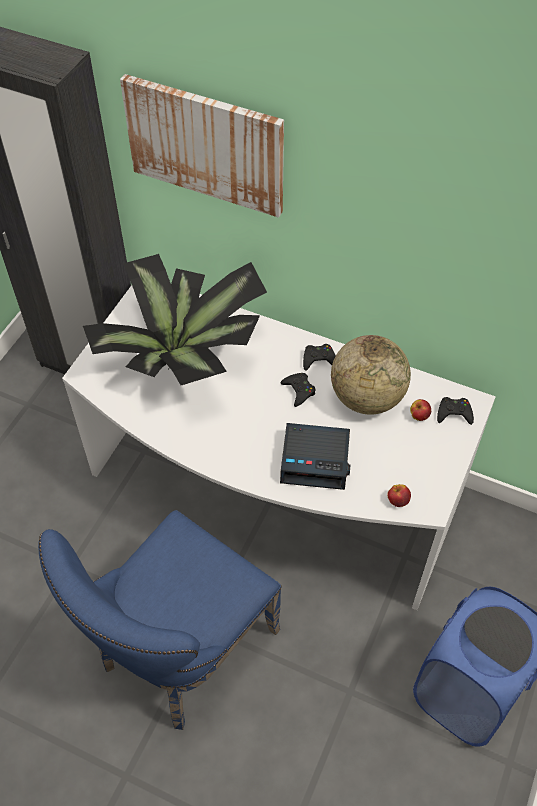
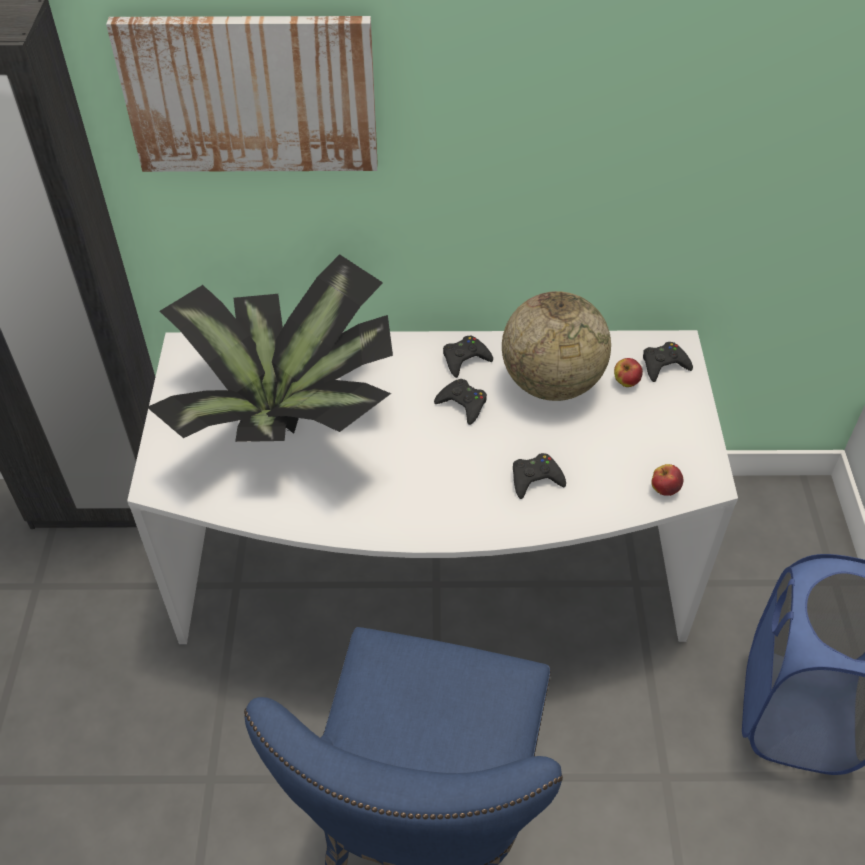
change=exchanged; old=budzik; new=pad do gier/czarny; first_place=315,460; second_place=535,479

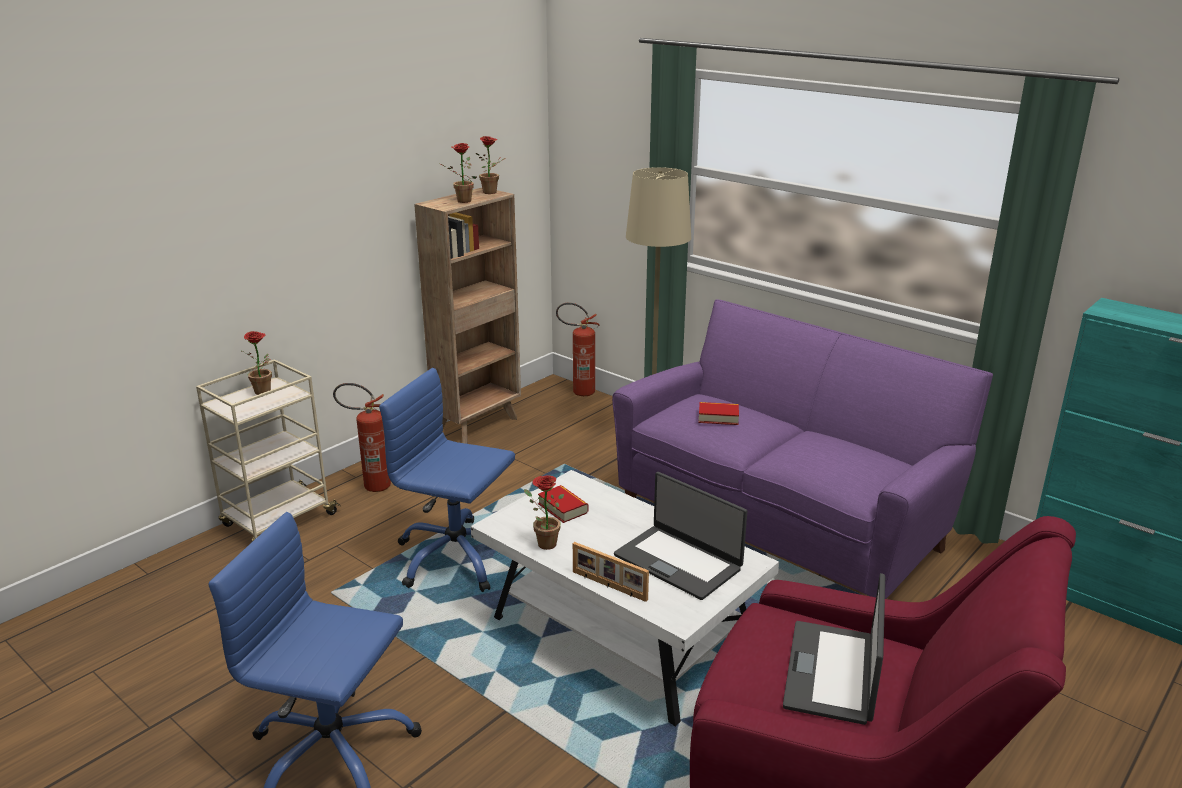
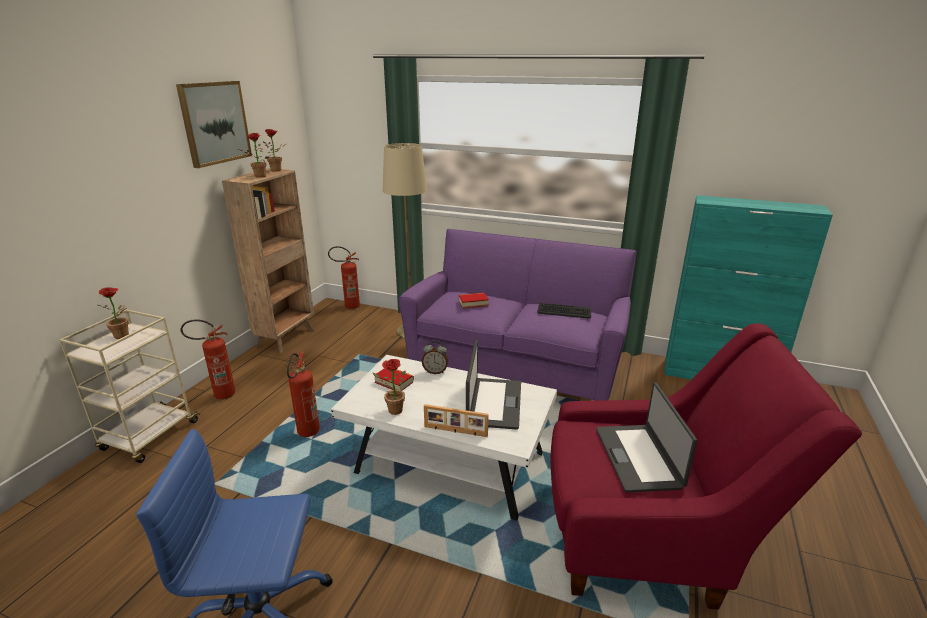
change=exchanged; old=krzesło biurowe/niebieski; new=gaśnica; first_place=456,557; second_place=306,434
change=spun; old=laptop; first_place=678,561; second_place=493,403; degrees=-105
change=appeared; new=obraz; second_place=214,123
change=appeared; new=budzik; second_place=435,371
change=appeared; new=klawiatura; second_place=564,311

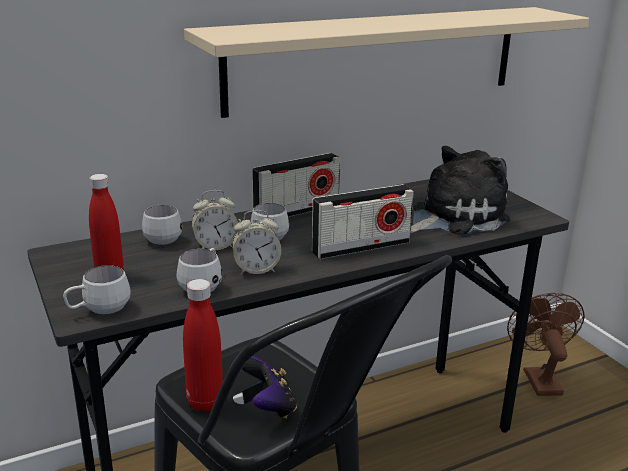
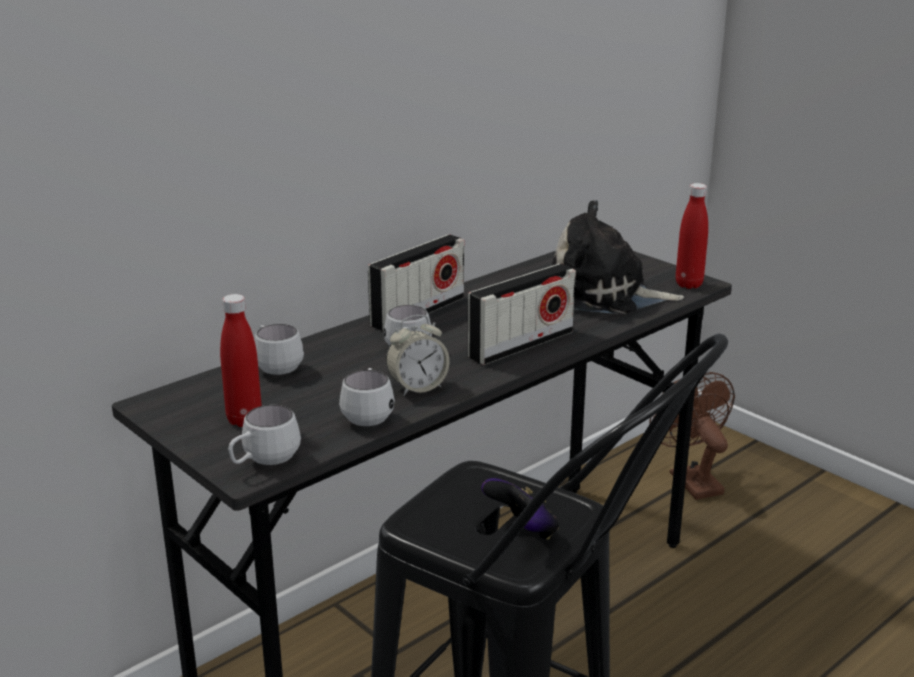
change=relocated; old=butelka/czerwony; first_place=205,402; second_place=688,284
change=missing; old=półka/beżowy; first_place=376,58
change=missing; old=budzik; first_place=215,246
change=spun; old=pluszak; first_place=454,216; second_place=604,295; degrees=-120

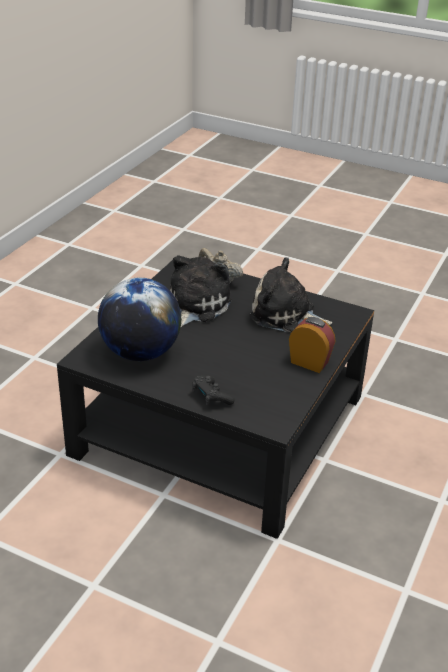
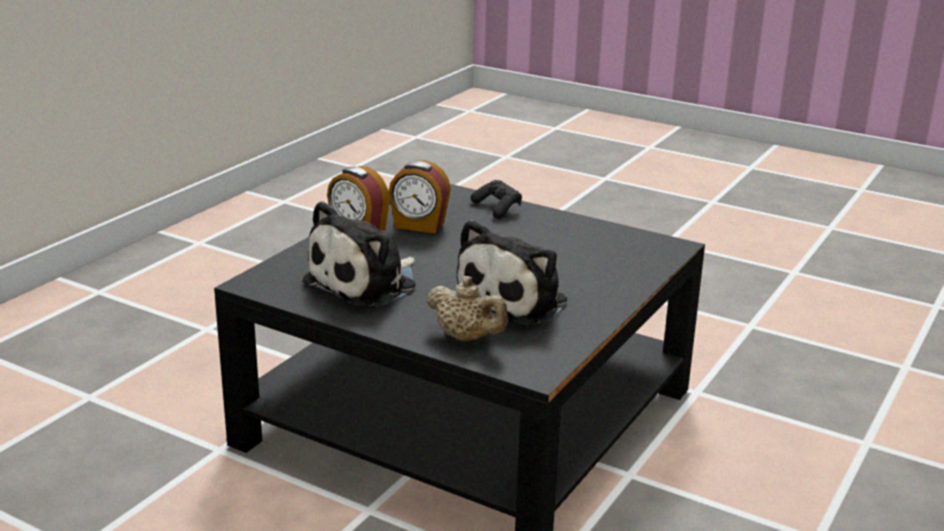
change=missing; old=globus; first_place=140,353
change=spun; old=pluszak; first_place=286,315; second_place=366,284; degrees=105
change=appeared; new=budzik; second_place=419,226

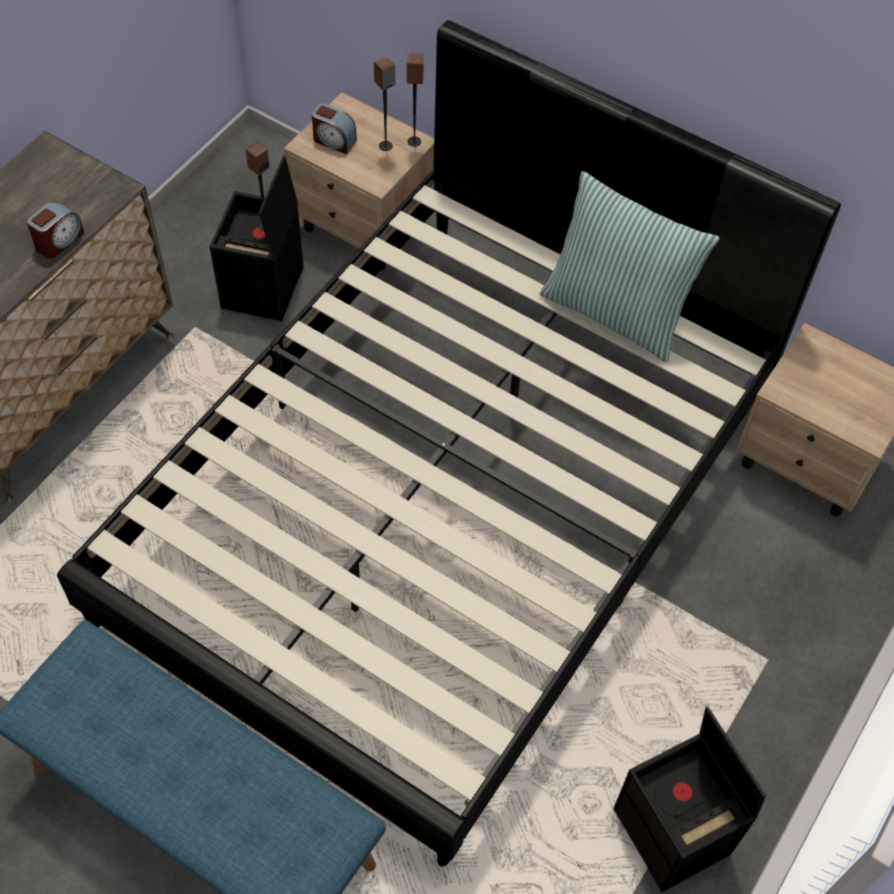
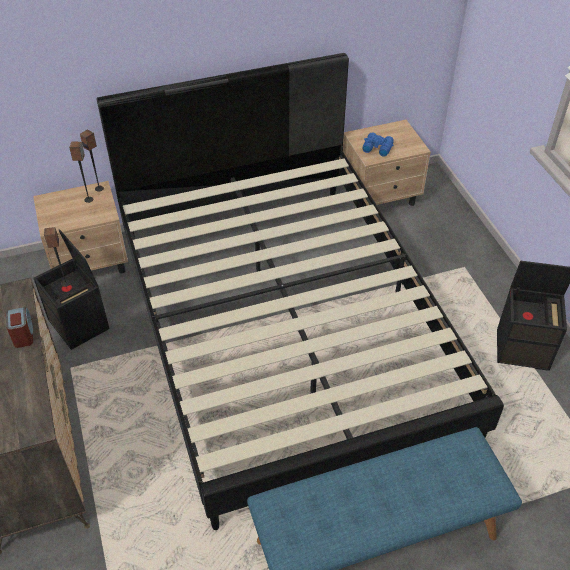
change=missing; old=budzik; first_place=334,141
change=missing; old=poduszka; first_place=615,312
change=appeared; new=lornetka/niebieski; second_place=377,147

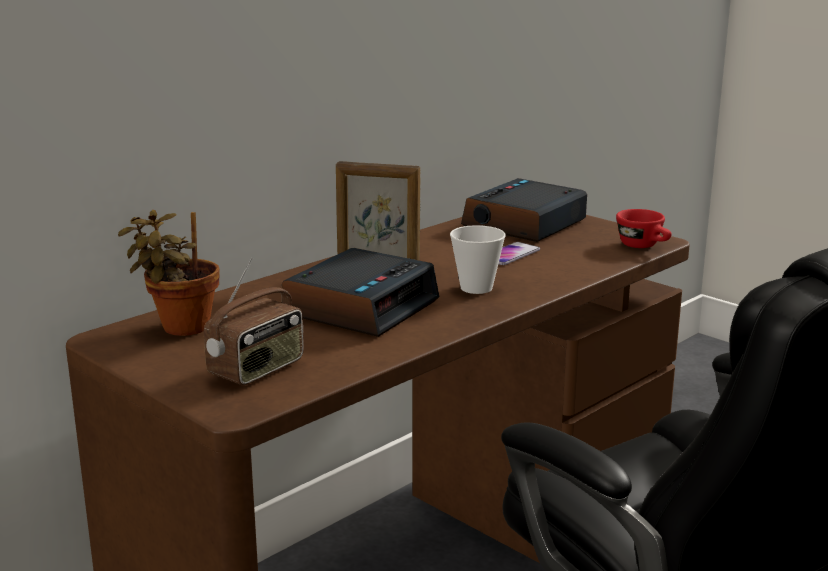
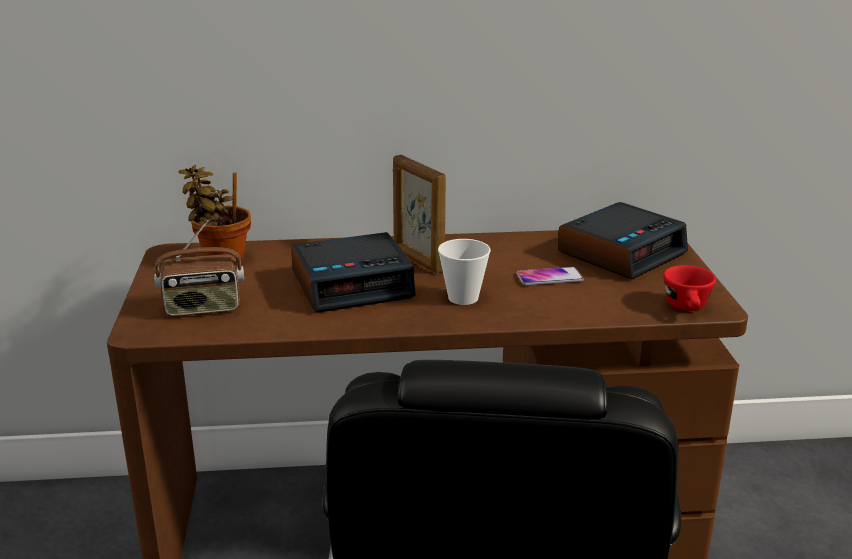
change=spun; old=budzik; first_place=524,224; second_place=621,252; degrees=150

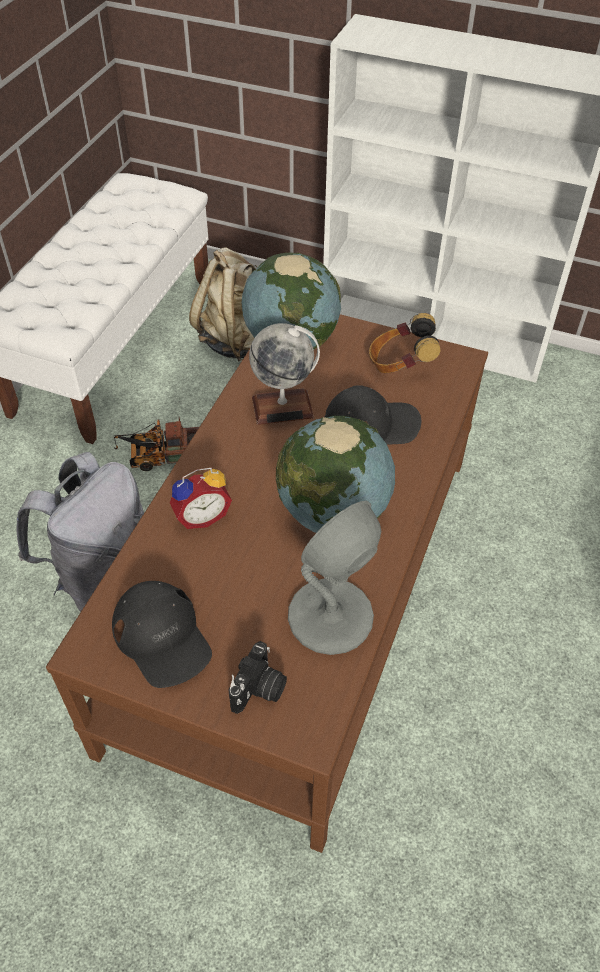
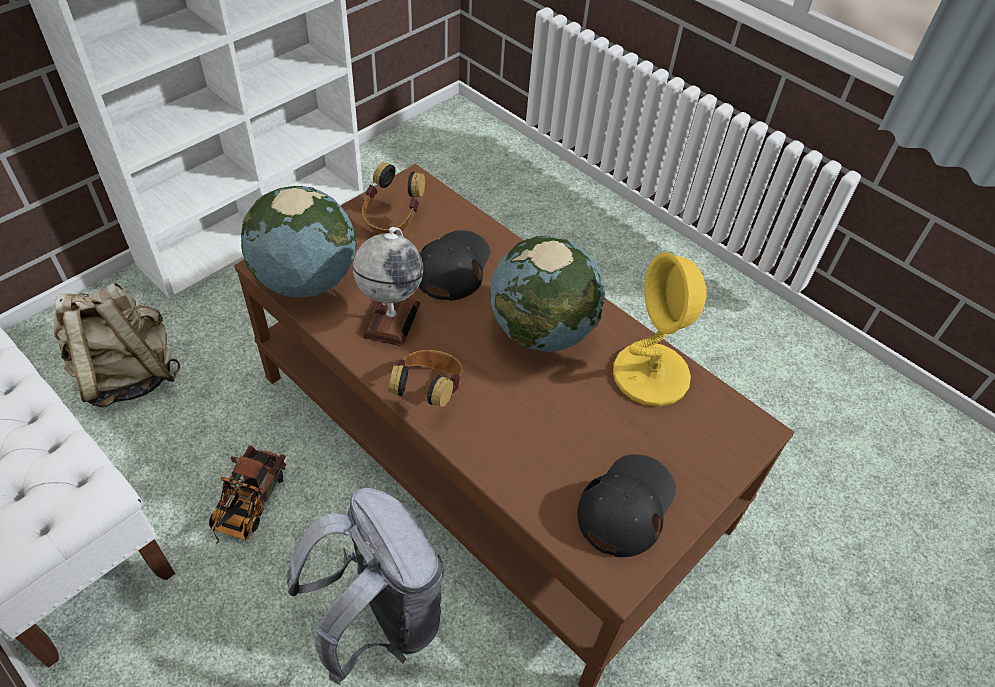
change=spun; old=czapka z daszkiem/czarny; first_place=162,637; second_place=626,505; degrees=-45
change=missing; old=budzik; first_place=201,515
change=missing; old=aparat fotograficzny; first_place=259,690
change=colour; old=lampa stołowa/szary; new=lampa stołowa/żółty; first_place=330,617; second_place=651,375
change=appeared; new=słuchawki; second_place=428,391

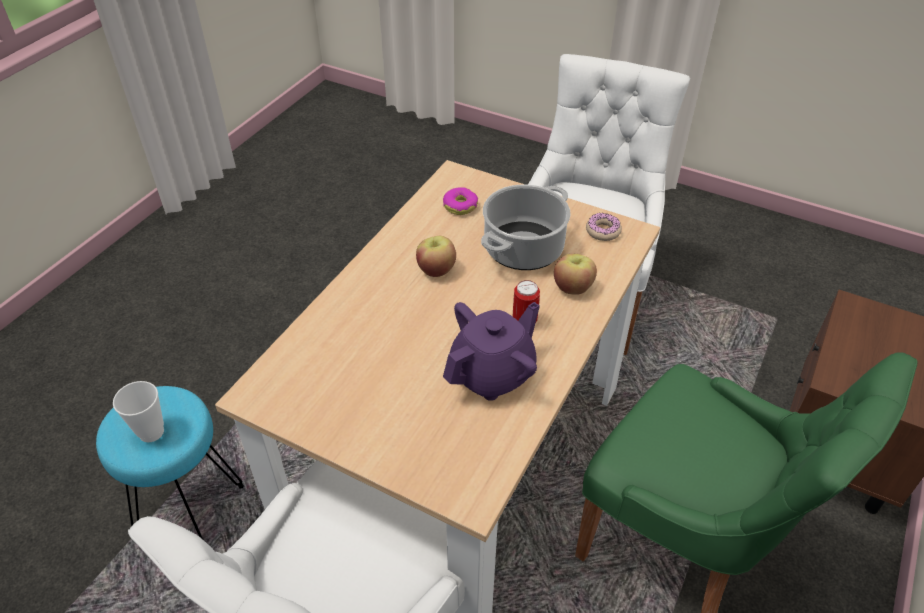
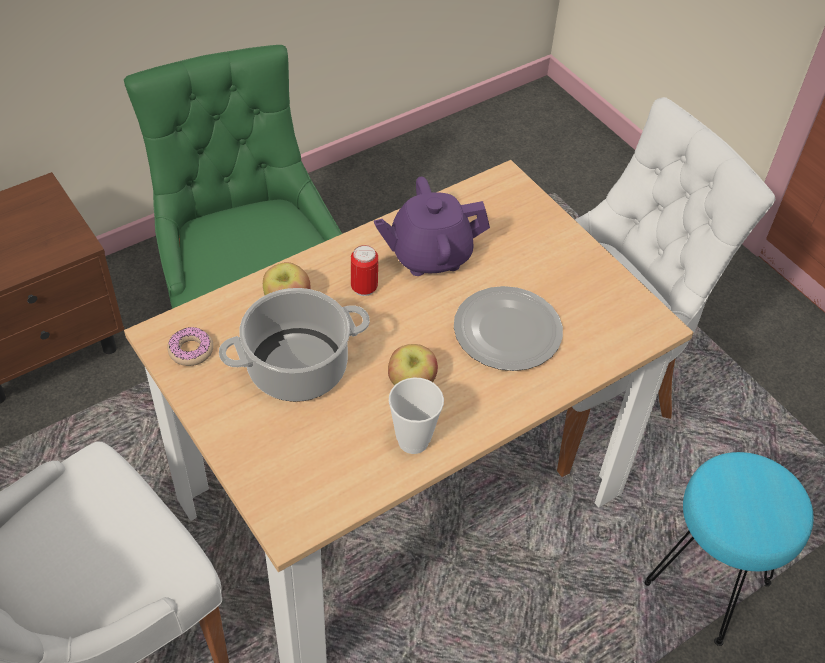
change=relocated; old=filiżanka; first_place=151,432; second_place=413,441
change=missing; old=donut; first_place=460,206
change=appeared; new=talerz; second_place=509,331

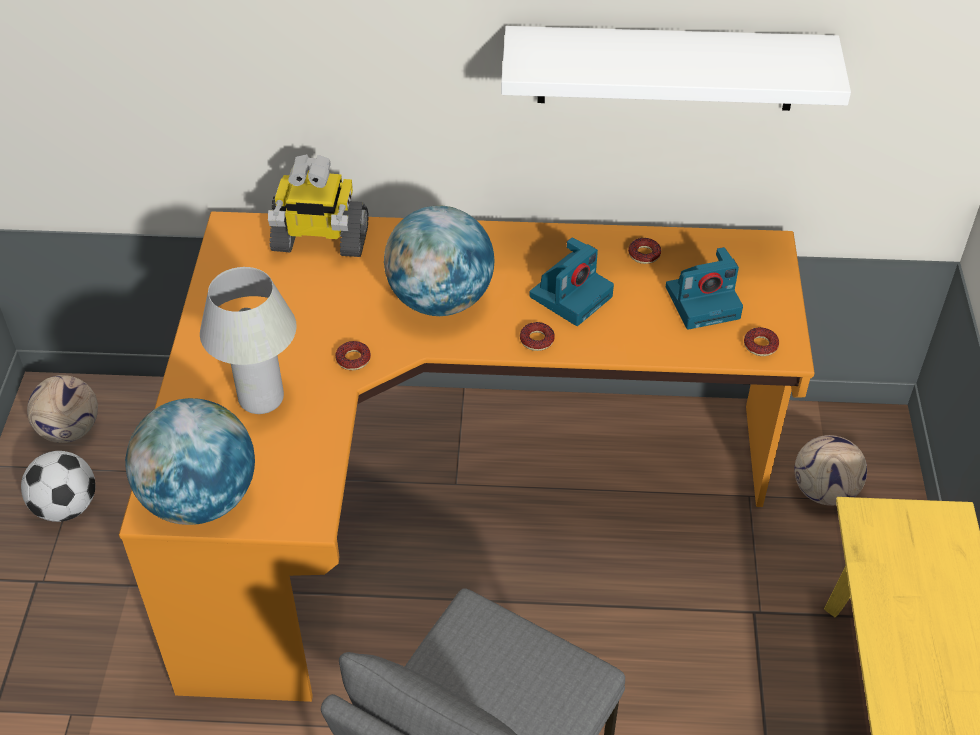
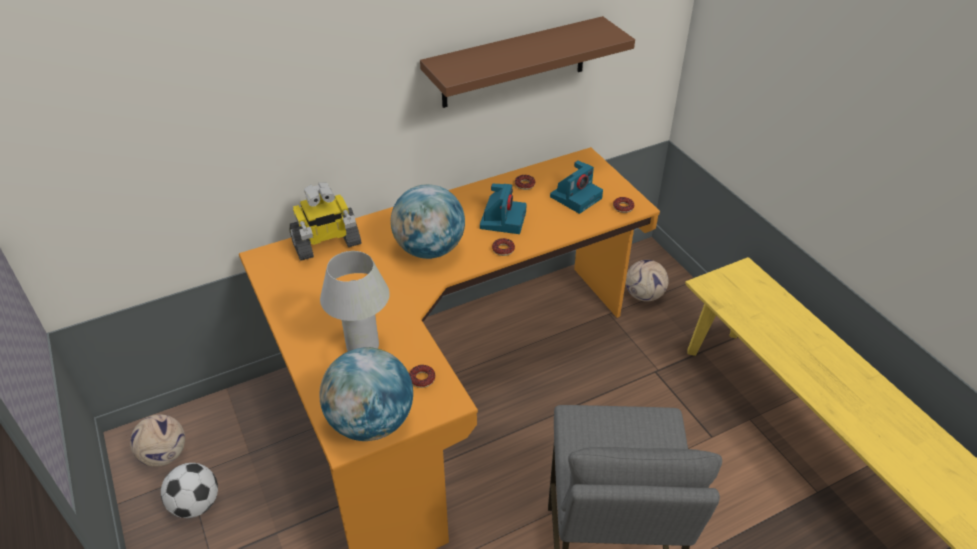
change=relocated; old=donut; first_place=353,359; second_place=422,379
change=colour; old=półka/biały; new=półka/brązowy; first_place=667,68; second_place=514,63

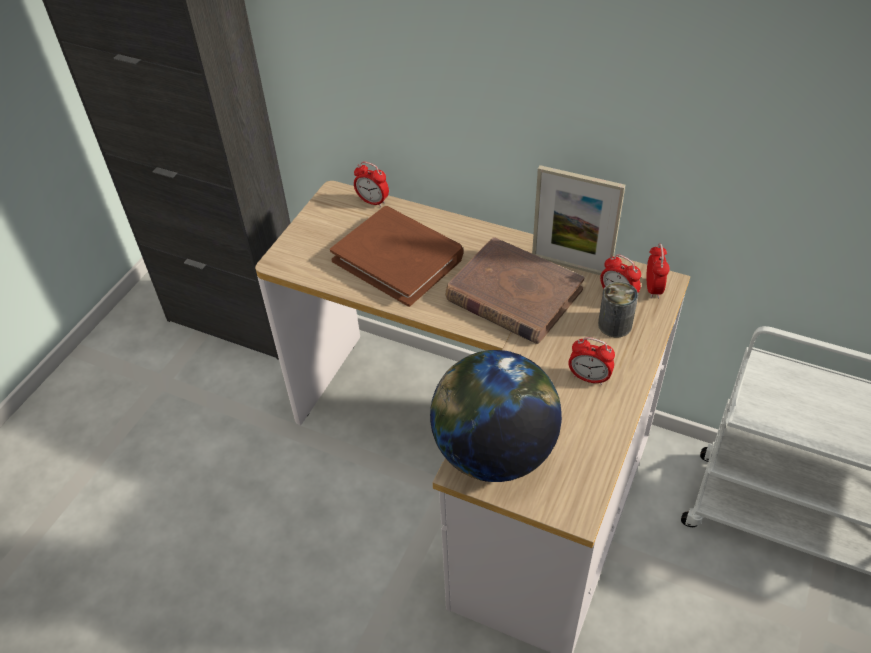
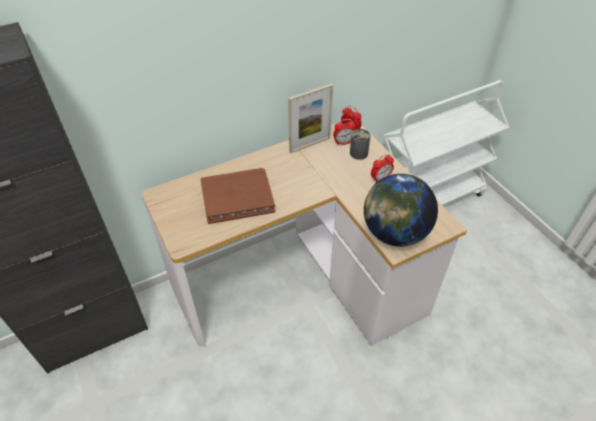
change=missing; old=budzik; first_place=373,201
change=missing; old=książka/brązowy; first_place=513,295

